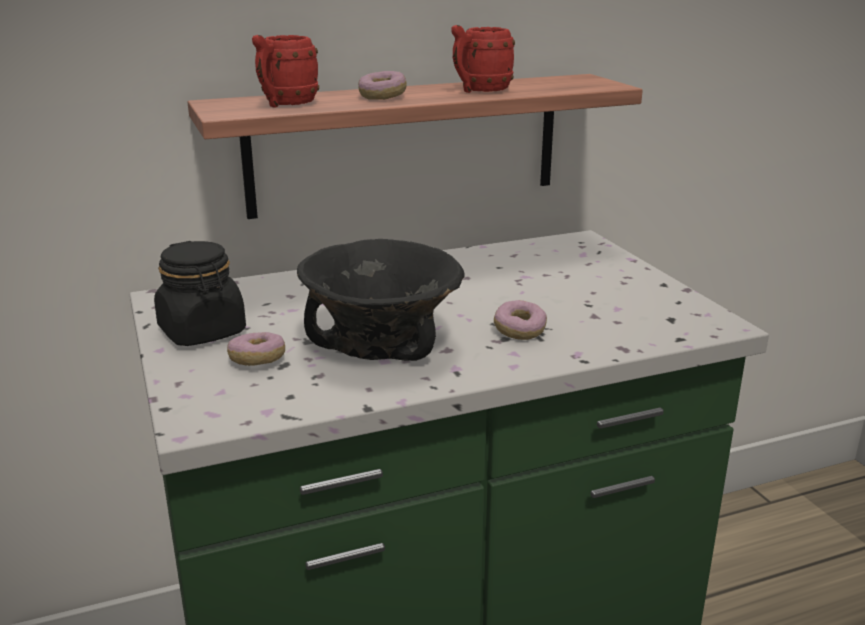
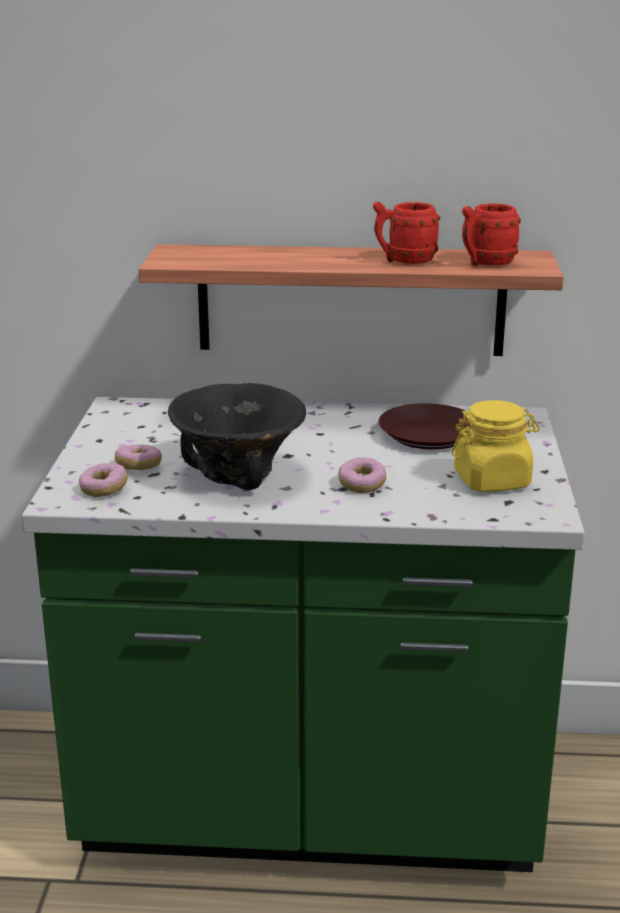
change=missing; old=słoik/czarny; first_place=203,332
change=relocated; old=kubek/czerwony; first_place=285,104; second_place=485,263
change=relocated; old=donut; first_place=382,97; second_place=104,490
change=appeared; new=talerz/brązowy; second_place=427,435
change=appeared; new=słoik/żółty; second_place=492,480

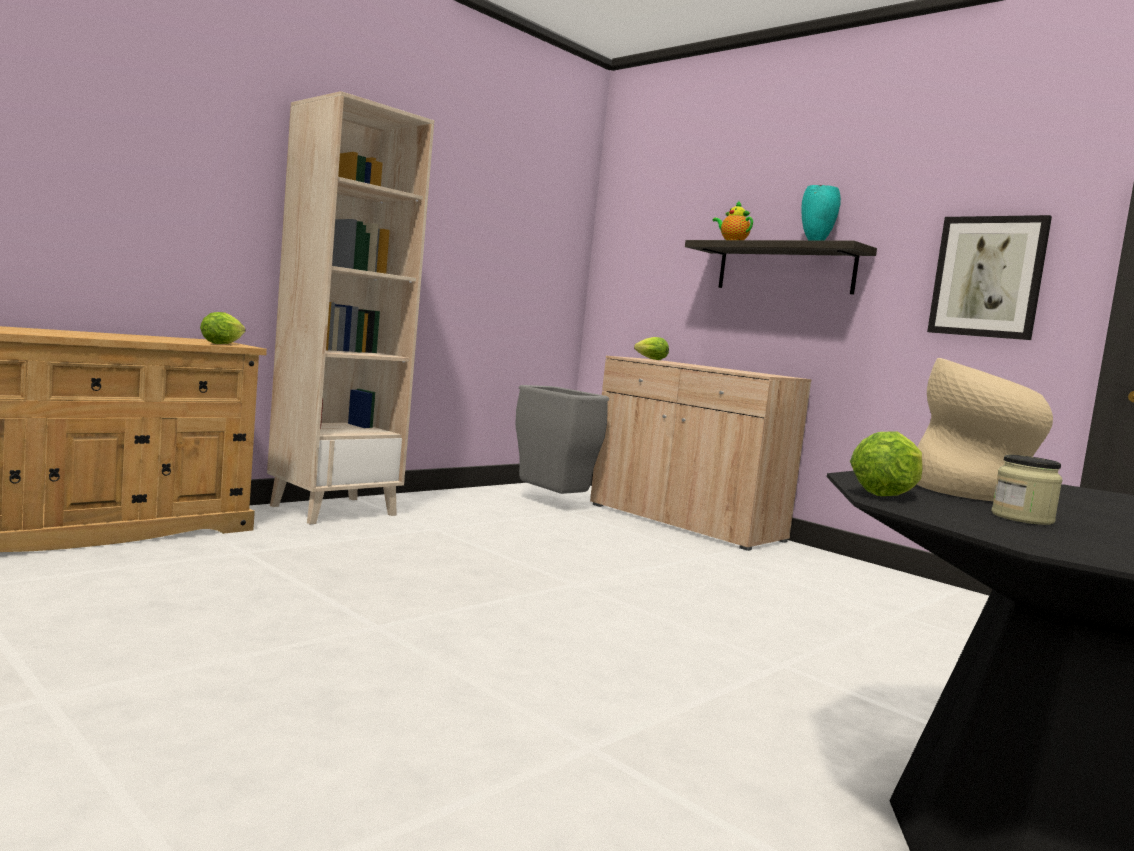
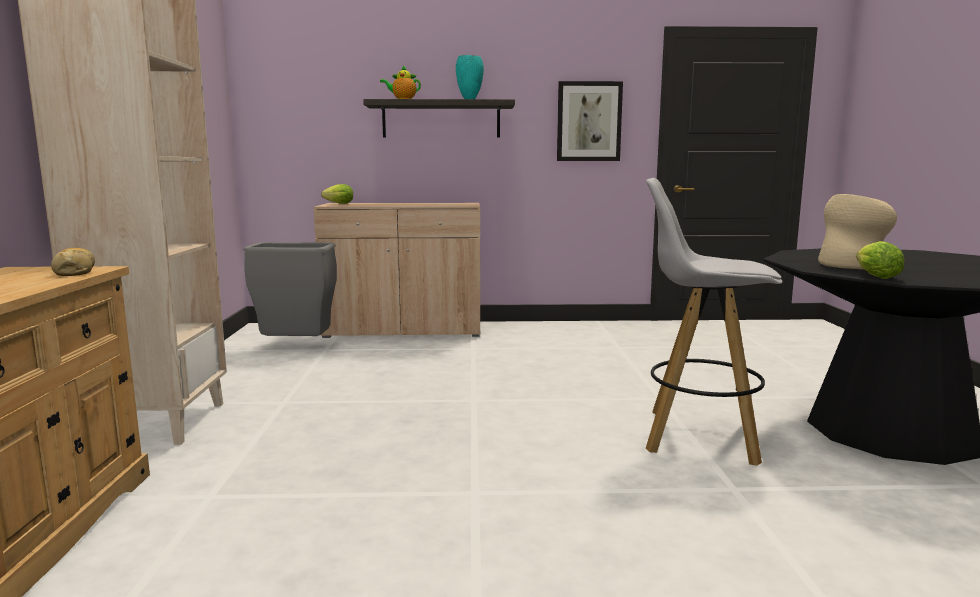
change=exchanged; old=sałata; new=chleb; first_place=224,344; second_place=75,272
change=missing; old=słoik; first_place=1022,518
change=appeared; new=stołek/biały; second_place=698,436

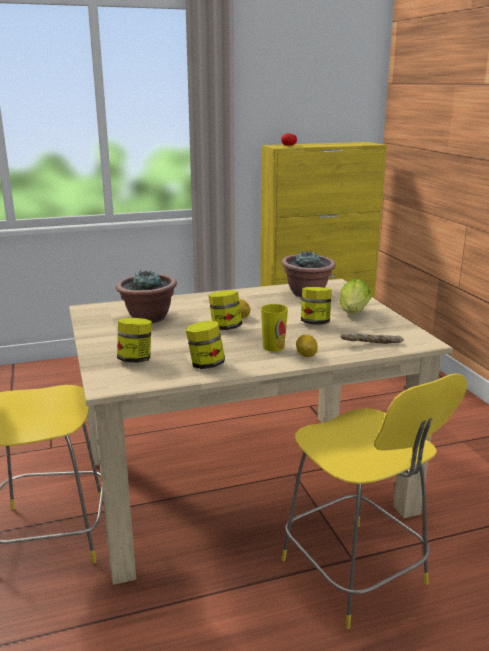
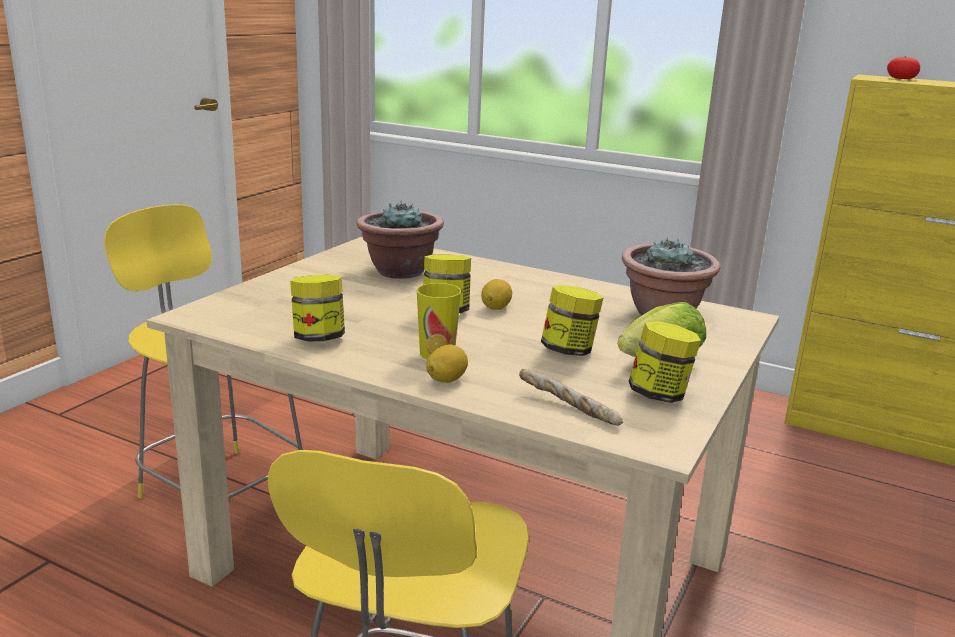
change=relocated; old=słoik; first_place=135,359; second_place=659,395

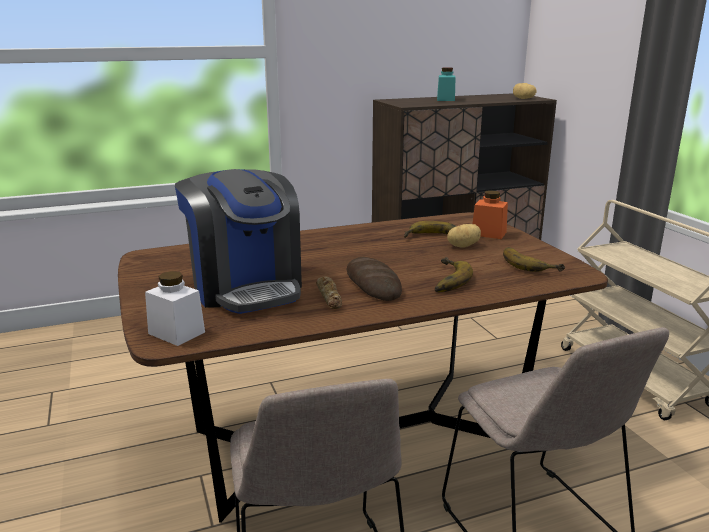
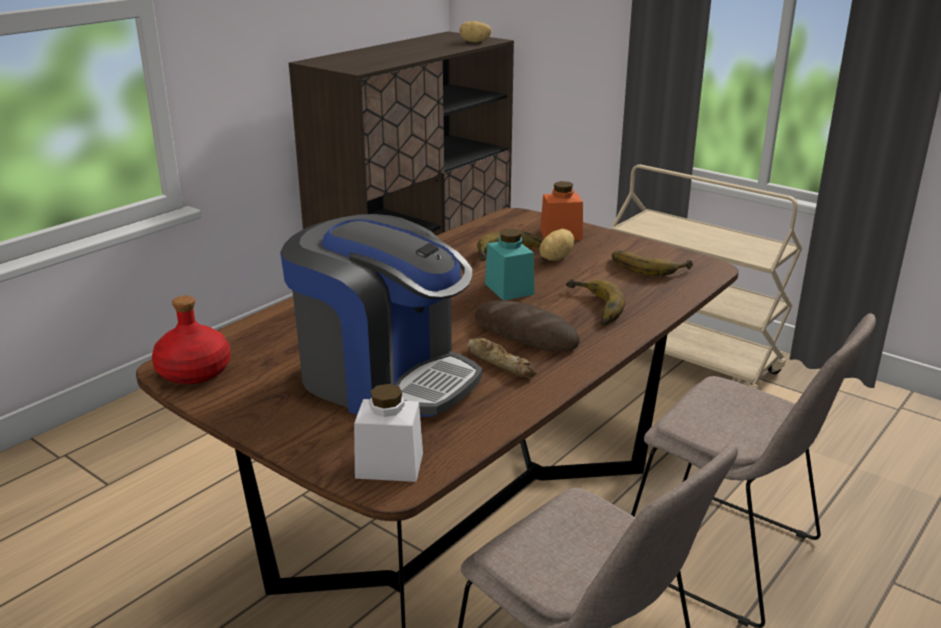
change=relocated; old=słoik/turkusowy; first_place=445,99; second_place=509,289
change=appeared; new=butelka/czerwony; second_place=193,372

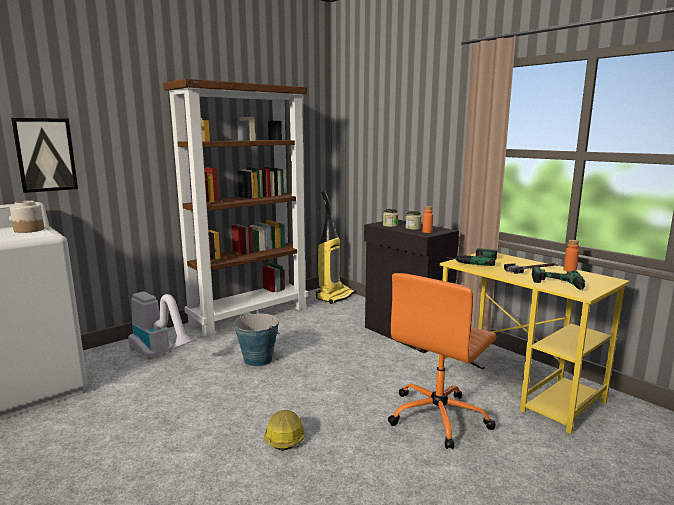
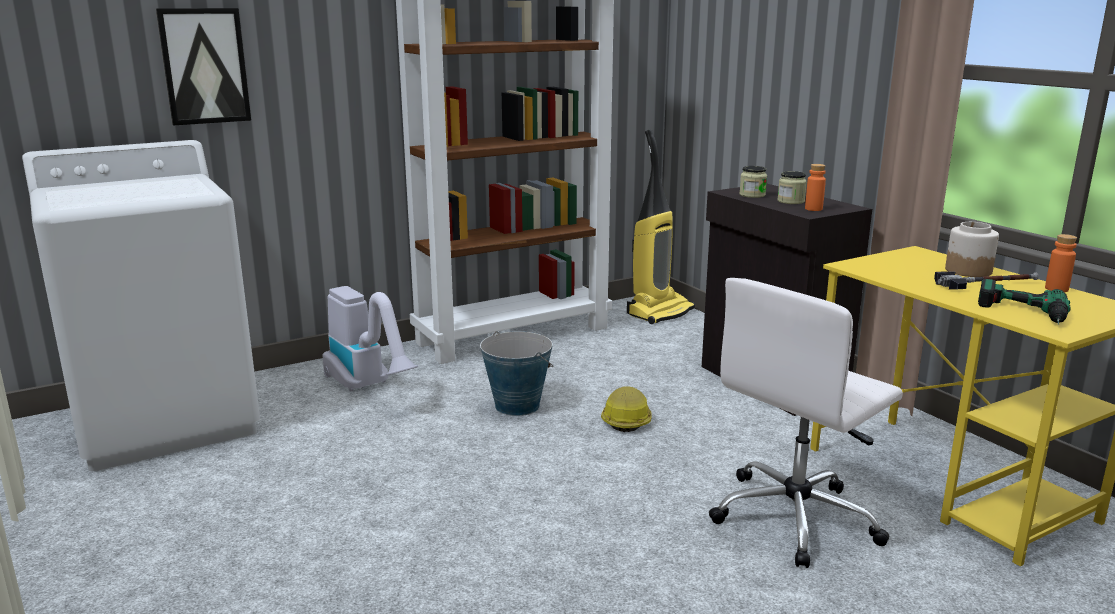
change=relocated; old=słoik; first_place=29,230; second_place=968,271
change=relocated; old=kask; first_place=284,436; second_place=626,419
change=colour; old=krzesło biurowe/pomarańczowy; new=krzesło biurowe/biały; first_place=439,416; second_place=796,517
change=missing; old=wiertarka; first_place=471,260

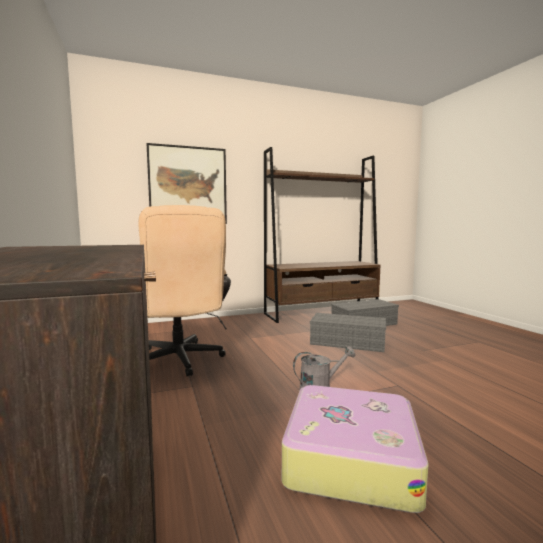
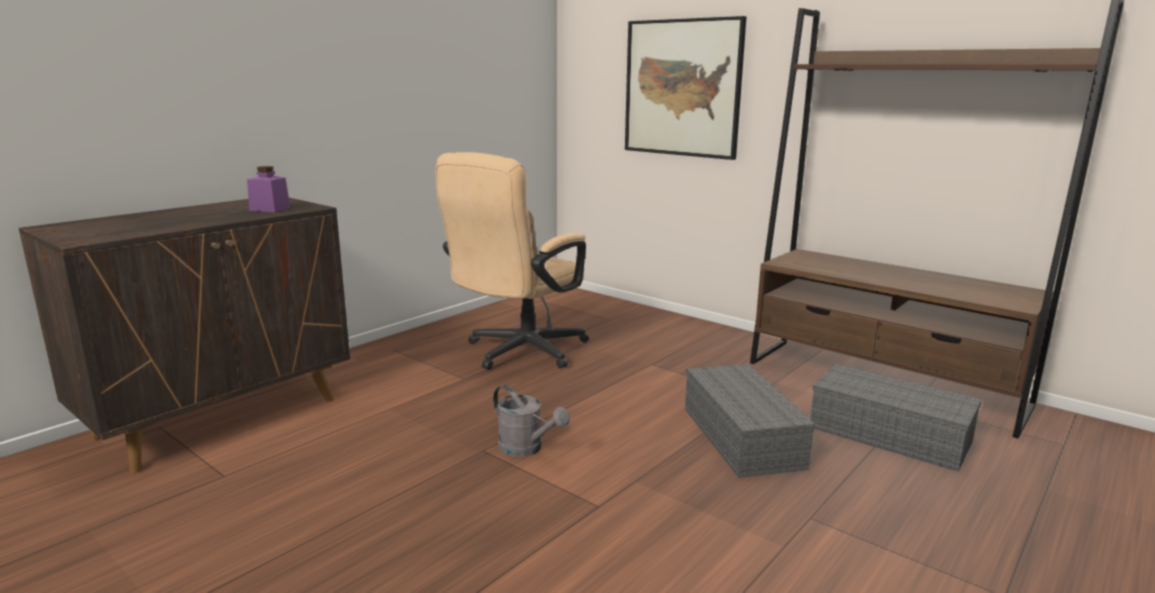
change=missing; old=walizka; first_place=349,457
change=appeared; new=słoik/fioletowy; second_place=270,209

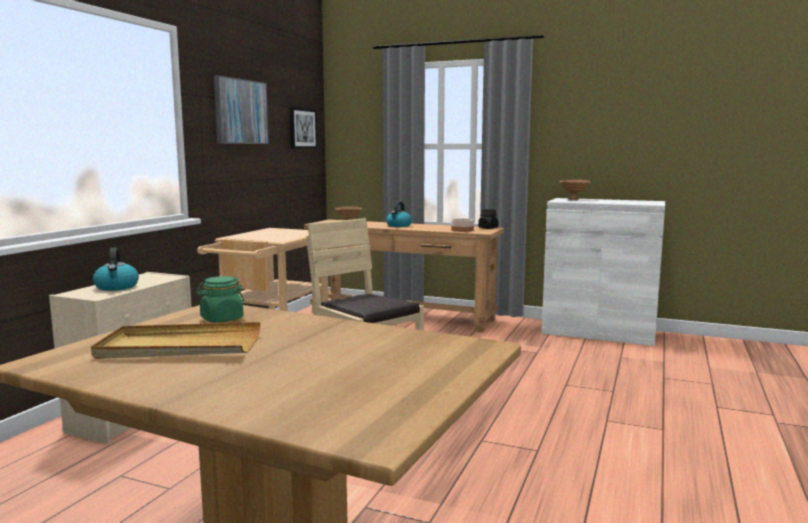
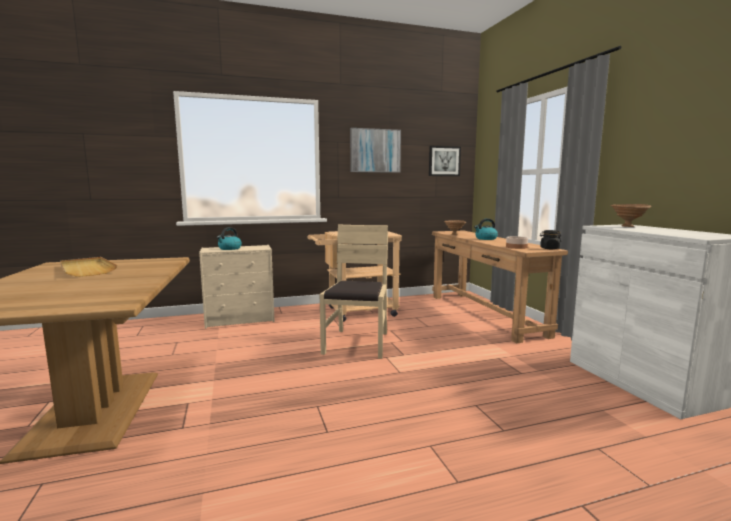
change=missing; old=słoik/zielony; first_place=221,319

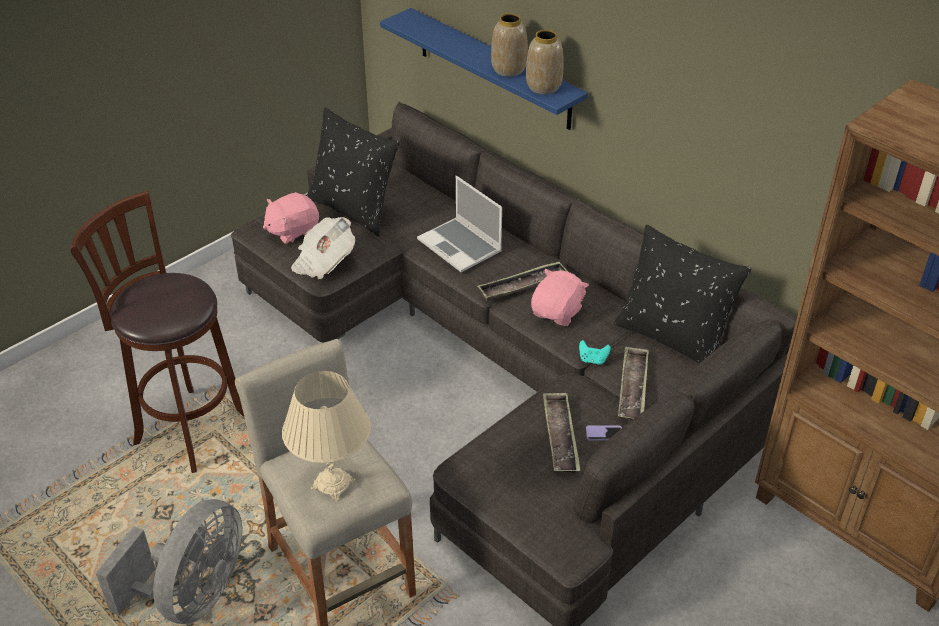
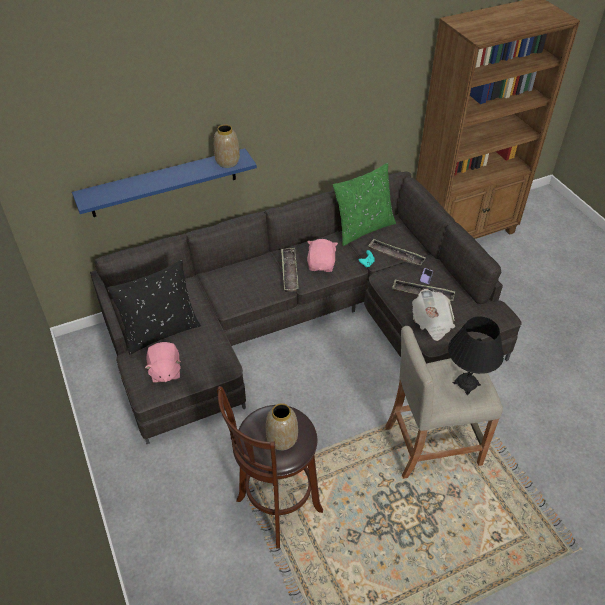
change=missing; old=wentylator/szary; first_place=193,596
change=colour; old=lampa stołowa/beżowy; new=lampa stołowa/czarny; first_place=333,484; second_place=466,384
change=relocated; old=gazeta; first_place=323,262; second_place=432,323
change=missing; old=laptop; first_place=461,246
change=relocated; old=wazon; first_place=508,70; second_place=282,440
change=spun; old=pluszak/różowy; first_place=558,312; second_place=321,265; degrees=45
change=colour; old=poduszka/czarny; new=poduszka/zielony; first_place=673,337; second_place=363,228

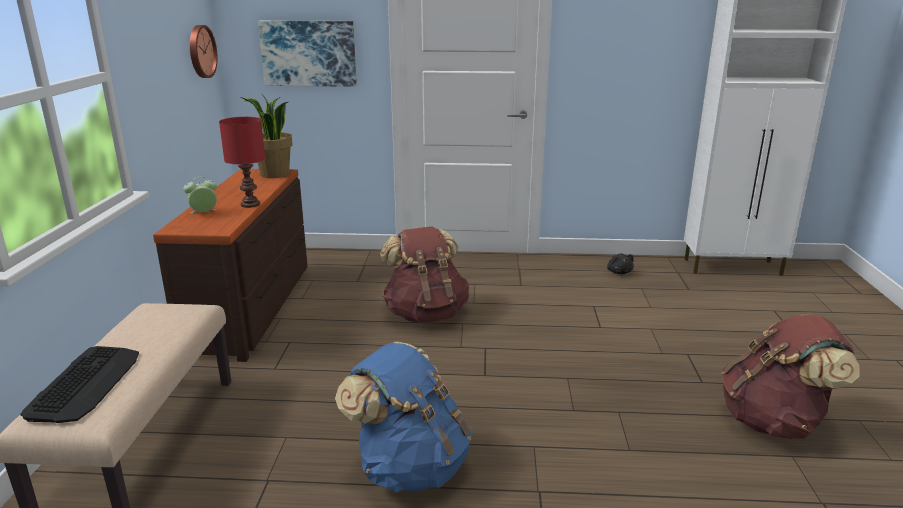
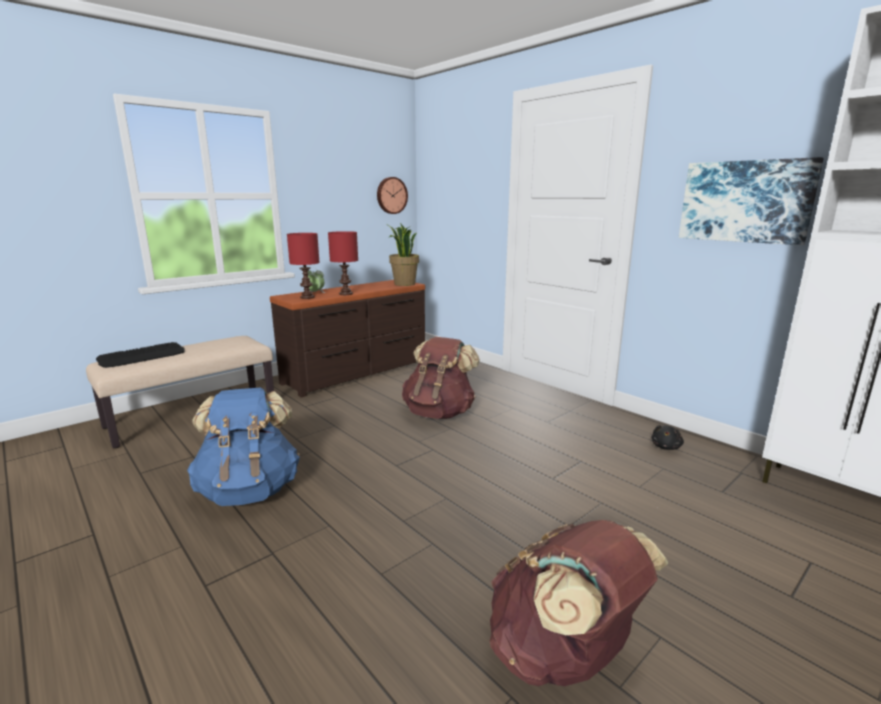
change=relocated; old=obraz; first_place=309,53; second_place=745,201
change=appeared; new=lampa stołowa/czerwony; second_place=308,297

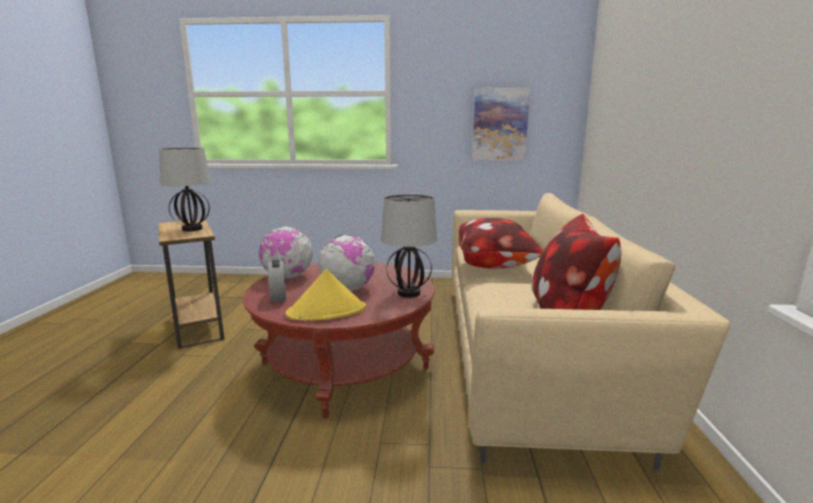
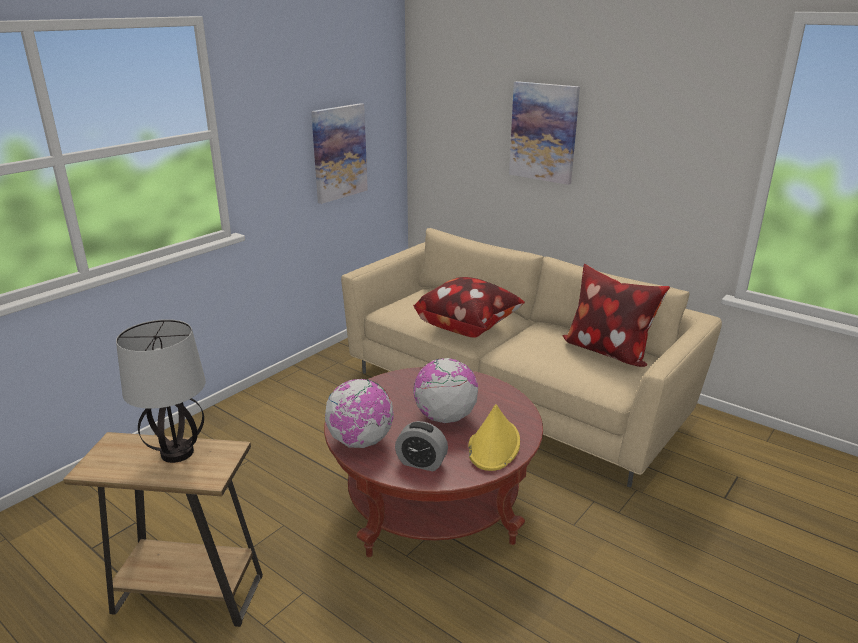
change=missing; old=lampa stołowa; first_place=408,293
change=appeared; new=obraz; second_place=544,132

